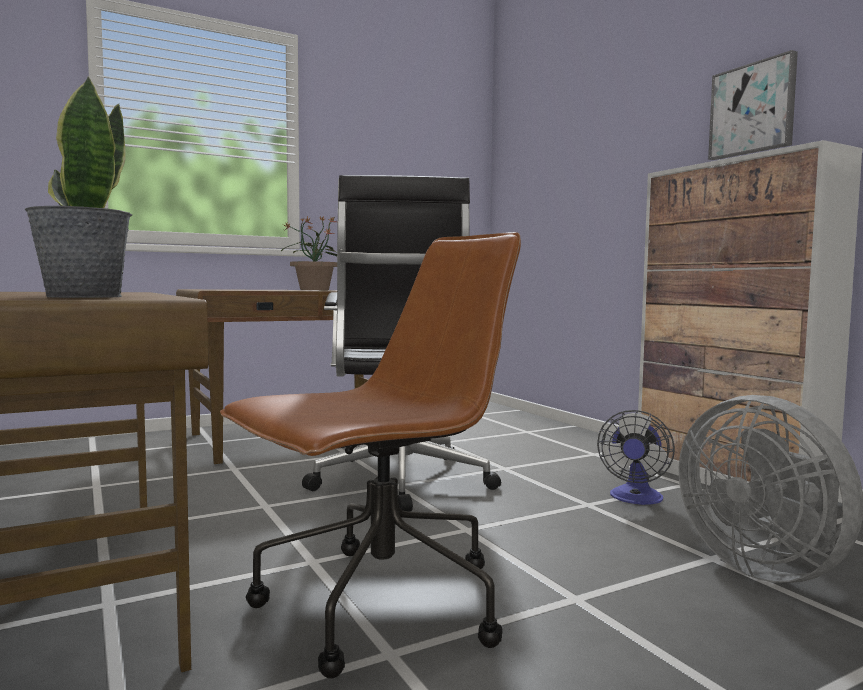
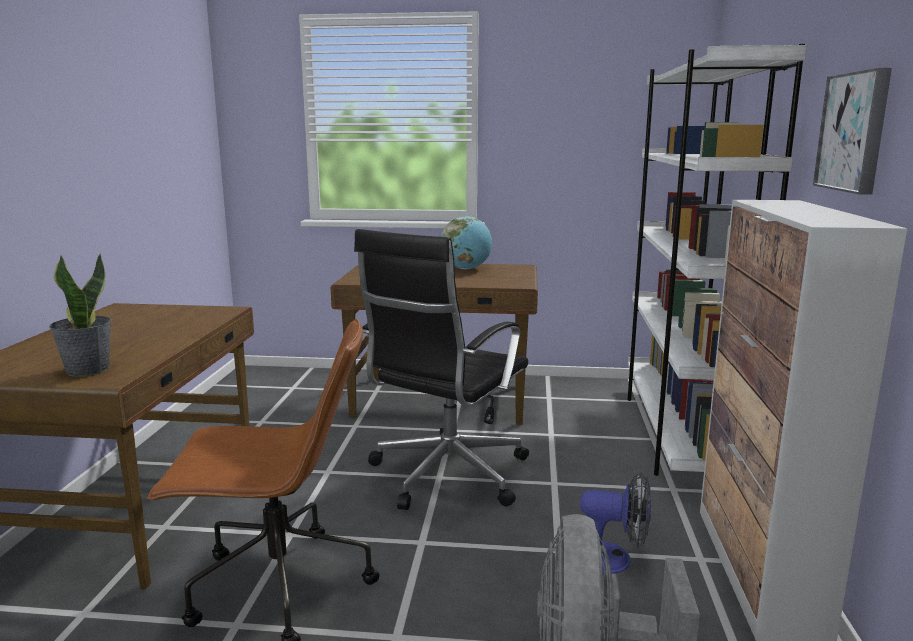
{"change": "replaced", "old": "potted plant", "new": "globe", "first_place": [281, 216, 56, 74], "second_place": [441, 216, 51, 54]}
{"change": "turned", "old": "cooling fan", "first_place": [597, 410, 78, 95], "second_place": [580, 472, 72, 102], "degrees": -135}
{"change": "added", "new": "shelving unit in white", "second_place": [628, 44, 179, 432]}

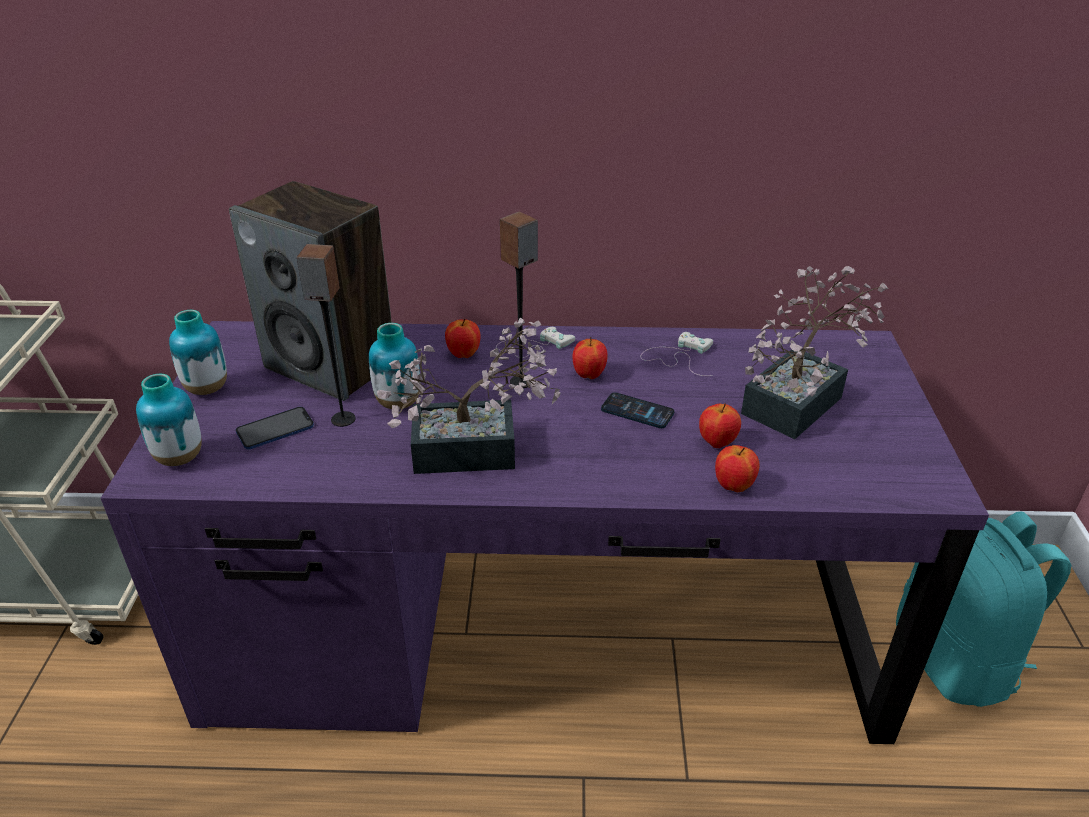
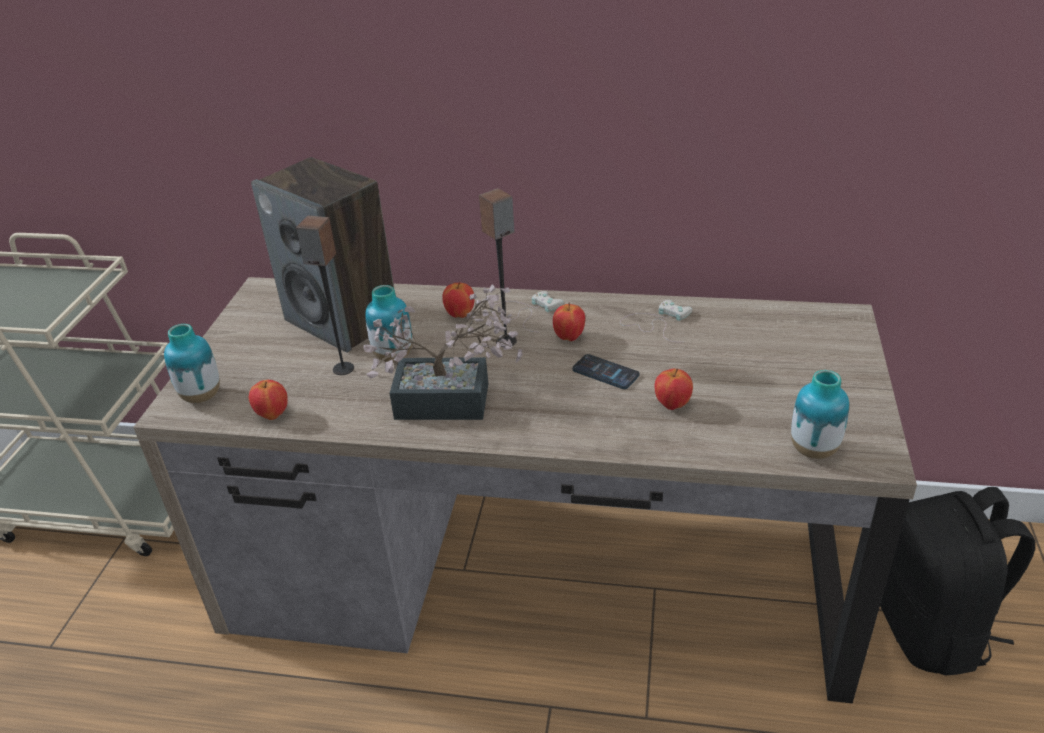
{"change": "removed", "old": "potted plant", "first_place": [741, 266, 147, 173]}
{"change": "moved", "old": "vase", "first_place": [169, 310, 58, 85], "second_place": [791, 370, 58, 89]}
{"change": "recoloured", "old": "desk table in purplish", "new": "desk table in brown", "first_place": [101, 321, 888, 423], "second_place": [133, 277, 784, 426]}
{"change": "removed", "old": "telephone", "first_place": [236, 407, 78, 42]}
{"change": "moved", "old": "apple fruit", "first_place": [715, 445, 45, 47], "second_place": [249, 380, 39, 40]}
{"change": "recoloured", "old": "backpack in blue-green", "new": "backpack in blackish", "first_place": [896, 511, 175, 196], "second_place": [880, 487, 155, 188]}

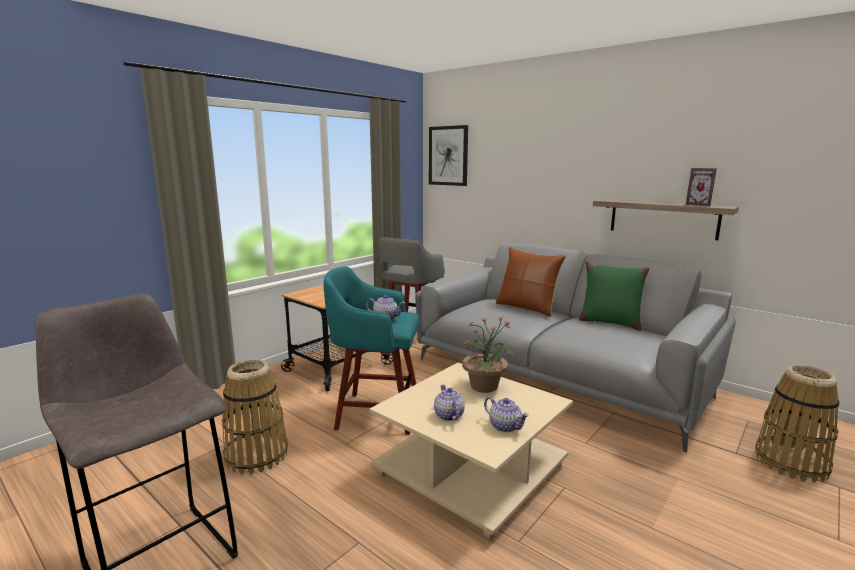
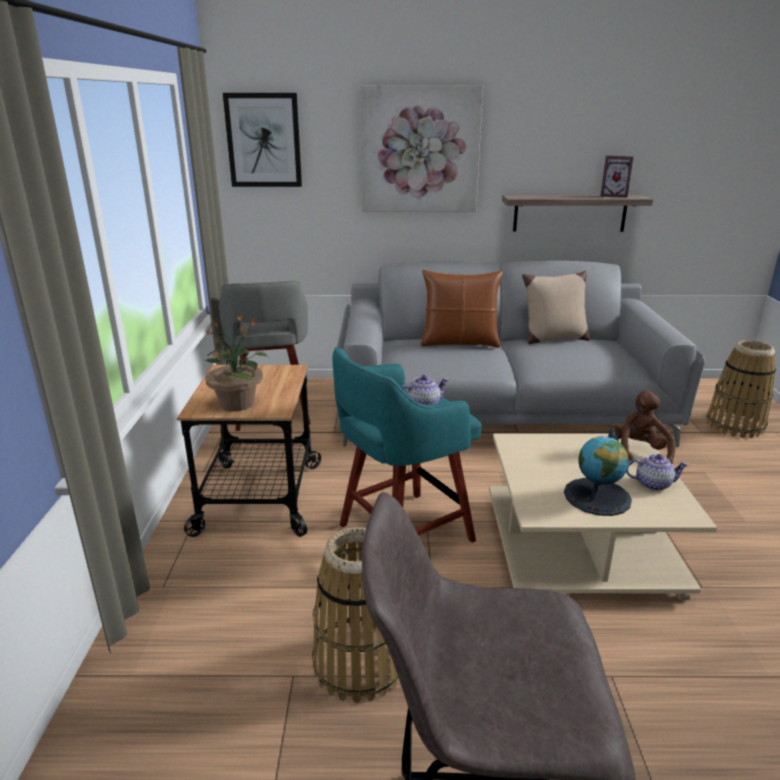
{"change": "recoloured", "old": "cushion in greenish", "new": "cushion in sand-coloured", "first_place": [579, 261, 70, 70], "second_place": [522, 271, 68, 73]}
{"change": "moved", "old": "potted plant", "first_place": [462, 317, 53, 76], "second_place": [205, 315, 65, 96]}
{"change": "replaced", "old": "tea pot", "new": "globe", "first_place": [434, 385, 31, 36], "second_place": [564, 428, 68, 88]}
{"change": "added", "new": "picture", "second_place": [360, 85, 123, 127]}
{"change": "added", "new": "cuddly toy in brown", "second_place": [611, 391, 64, 73]}

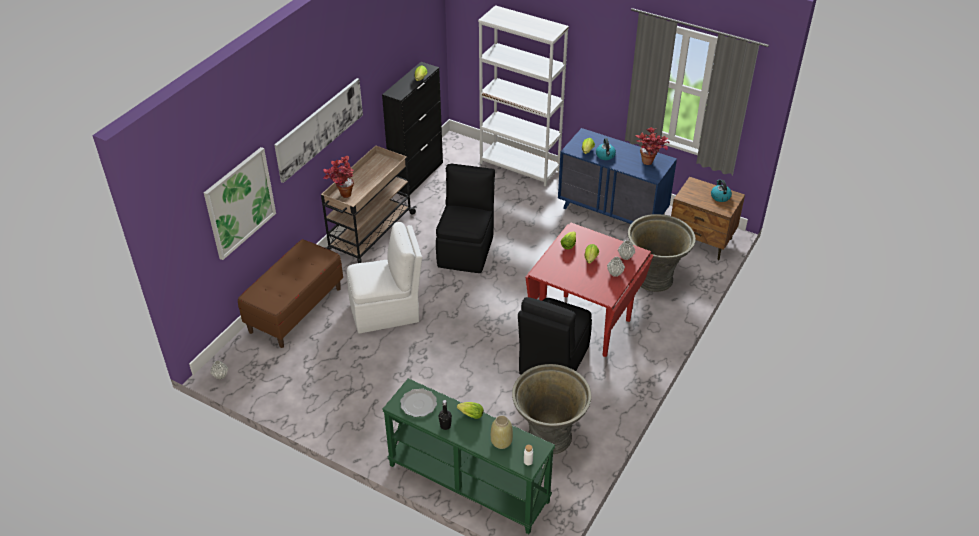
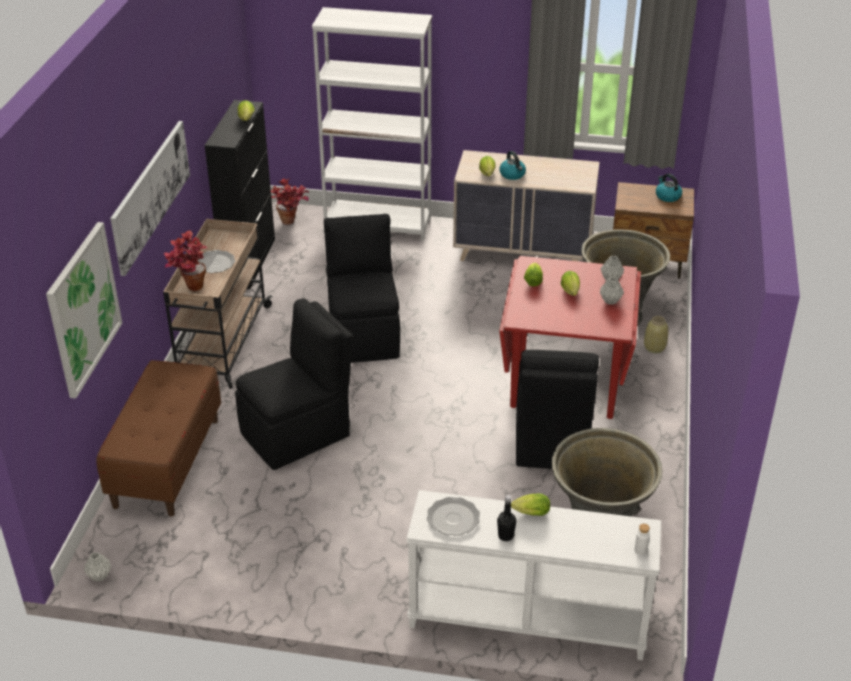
{"change": "moved", "old": "potted plant", "first_place": [636, 127, 33, 38], "second_place": [271, 178, 39, 47]}
{"change": "recoloured", "old": "dresser in blue", "new": "dresser in sand-coloured", "first_place": [558, 128, 119, 96], "second_place": [453, 150, 147, 111]}
{"change": "recoloured", "old": "chair in white", "new": "chair in blackish", "first_place": [347, 222, 75, 112], "second_place": [235, 298, 119, 172]}
{"change": "recoloured", "old": "console table in greenish", "new": "console table in white", "first_place": [382, 378, 173, 156], "second_place": [406, 490, 255, 170]}
{"change": "moved", "old": "vase in sand-coloured", "first_place": [491, 416, 22, 33], "second_place": [644, 316, 24, 37]}
{"change": "added", "new": "plate", "second_place": [198, 250, 37, 23]}

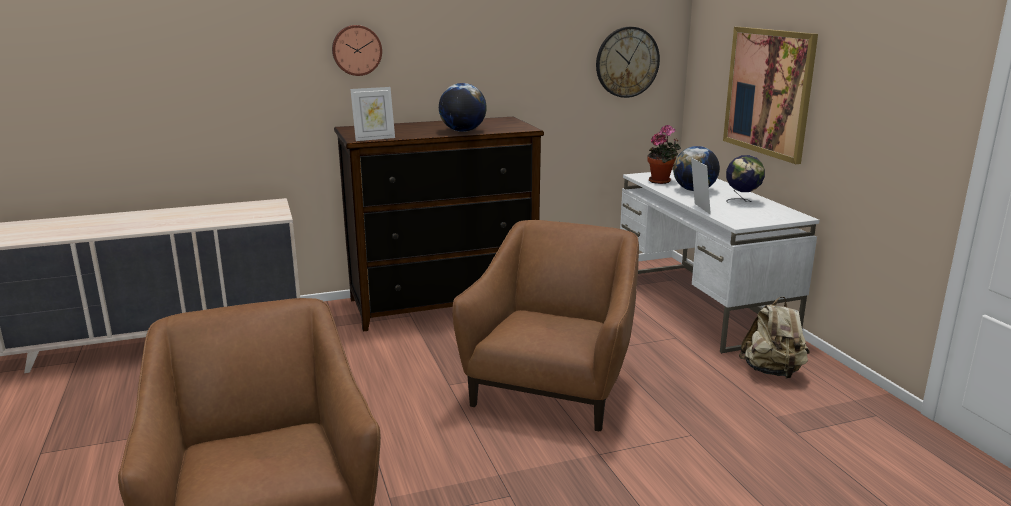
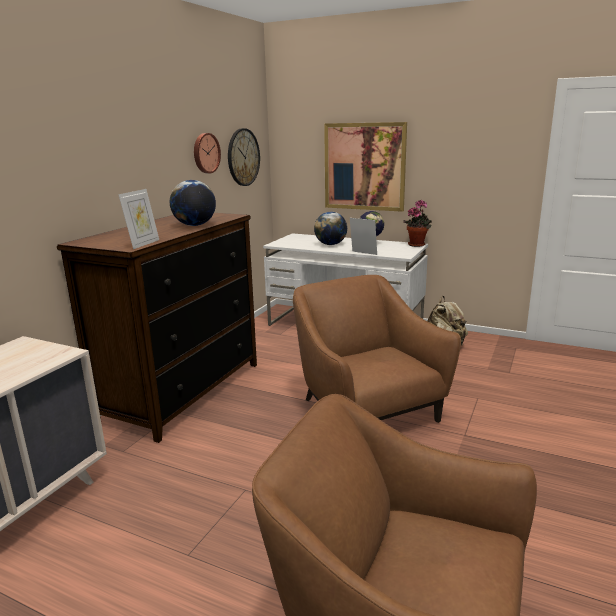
{"change": "moved", "old": "wall clock", "first_place": [332, 25, 50, 51], "second_place": [194, 133, 27, 40]}
{"change": "moved", "old": "potted plant", "first_place": [648, 125, 33, 59], "second_place": [403, 200, 29, 47]}

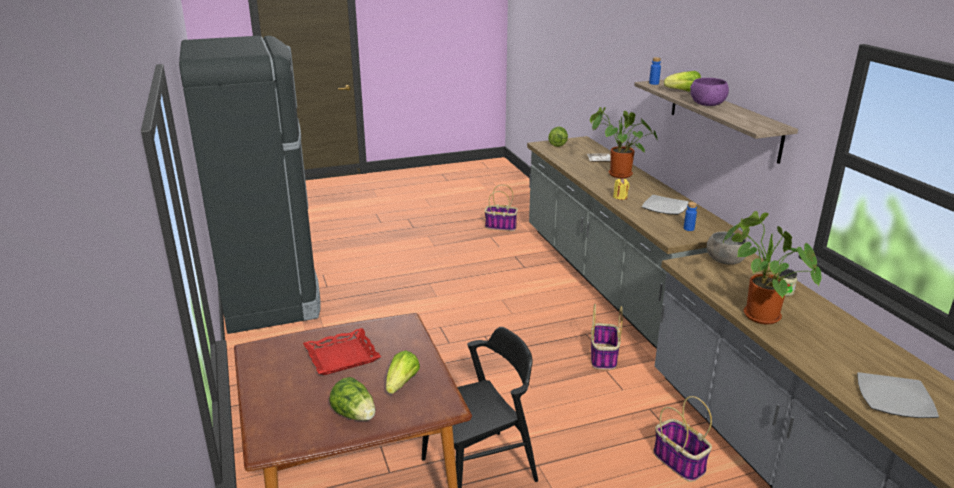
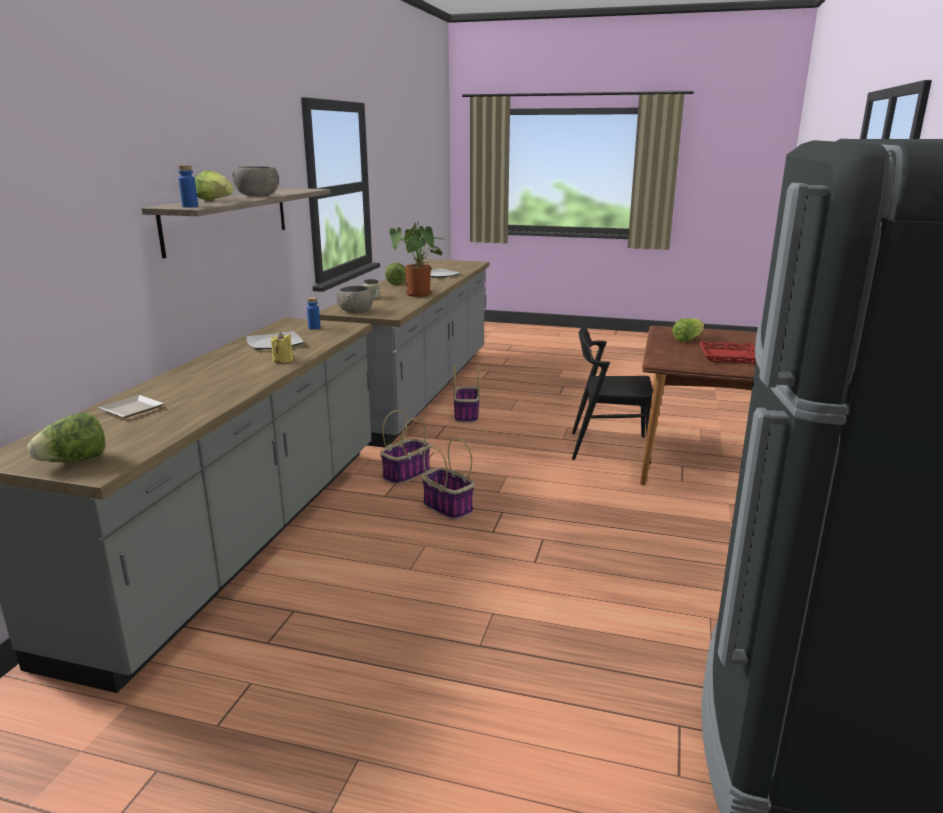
{"change": "recoloured", "old": "serving bowl in purplish", "new": "serving bowl in greyish", "first_place": [690, 78, 39, 28], "second_place": [232, 166, 47, 30]}
{"change": "removed", "old": "potted plant", "first_place": [590, 107, 68, 71]}
{"change": "moved", "old": "storage basket", "first_place": [485, 184, 33, 47], "second_place": [422, 438, 52, 82]}
{"change": "moved", "old": "head of lettuce", "first_place": [329, 377, 47, 44], "second_place": [385, 263, 21, 22]}

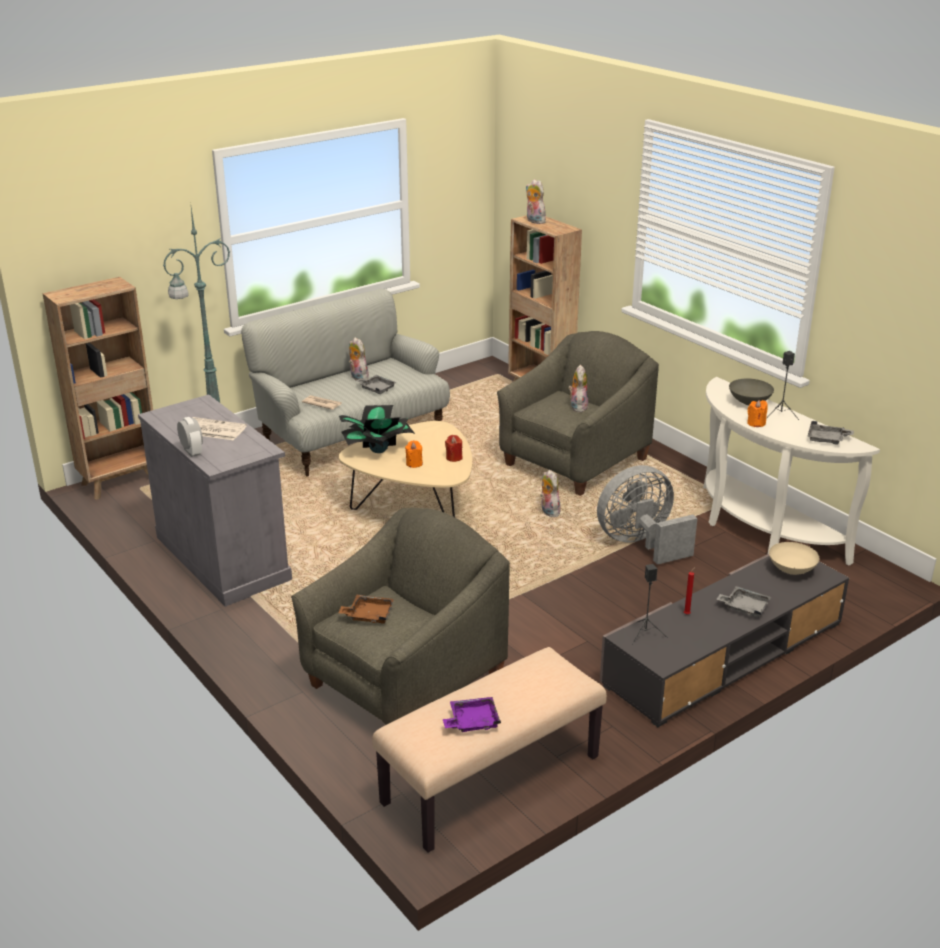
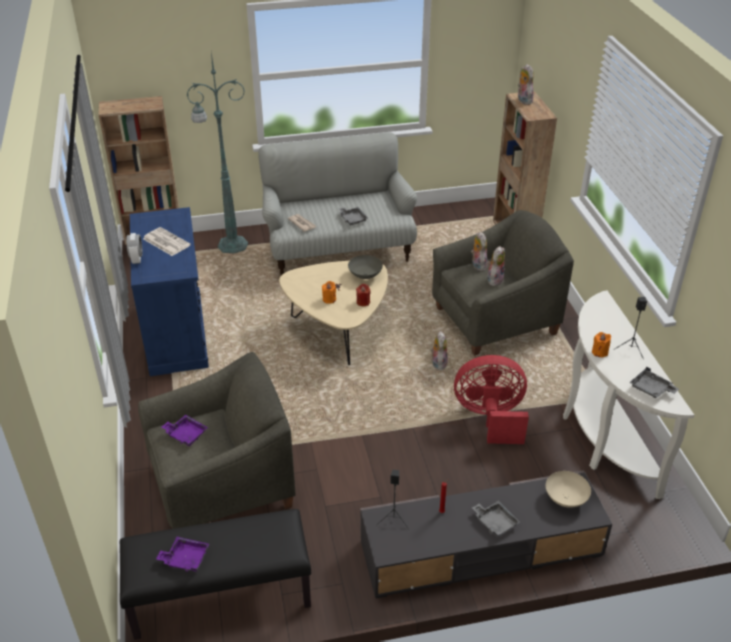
{"change": "moved", "old": "cuddly toy", "first_place": [349, 337, 20, 43], "second_place": [471, 232, 17, 39]}
{"change": "moved", "old": "serving bowl in greyish", "first_place": [729, 379, 45, 26], "second_place": [348, 255, 35, 24]}
{"change": "recoloured", "old": "storage cabinet in greyish", "new": "storage cabinet in blue", "first_place": [138, 394, 154, 213], "second_place": [130, 207, 79, 169]}
{"change": "removed", "old": "potted plant", "first_place": [339, 405, 76, 48]}
{"change": "recoloured", "old": "cooling fan in greyish", "new": "cooling fan in red-coloured", "first_place": [597, 465, 100, 100], "second_place": [454, 355, 75, 89]}
{"change": "recoloured", "old": "serving tray in brown", "new": "serving tray in purplish", "first_place": [338, 595, 56, 29], "second_place": [162, 415, 46, 31]}
{"change": "recoloured", "old": "indoor bench in sand-coloured", "new": "indoor bench in blackish", "first_place": [372, 647, 235, 206], "second_place": [120, 509, 191, 131]}

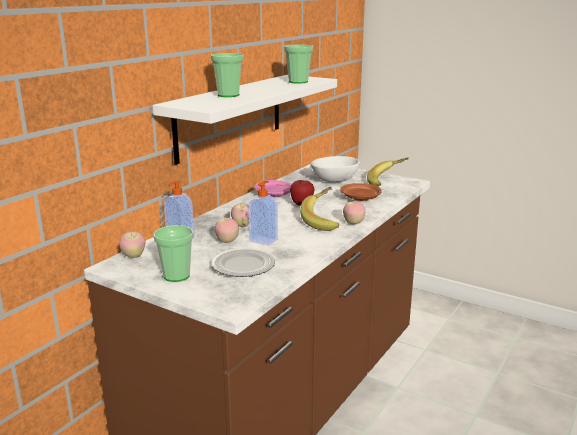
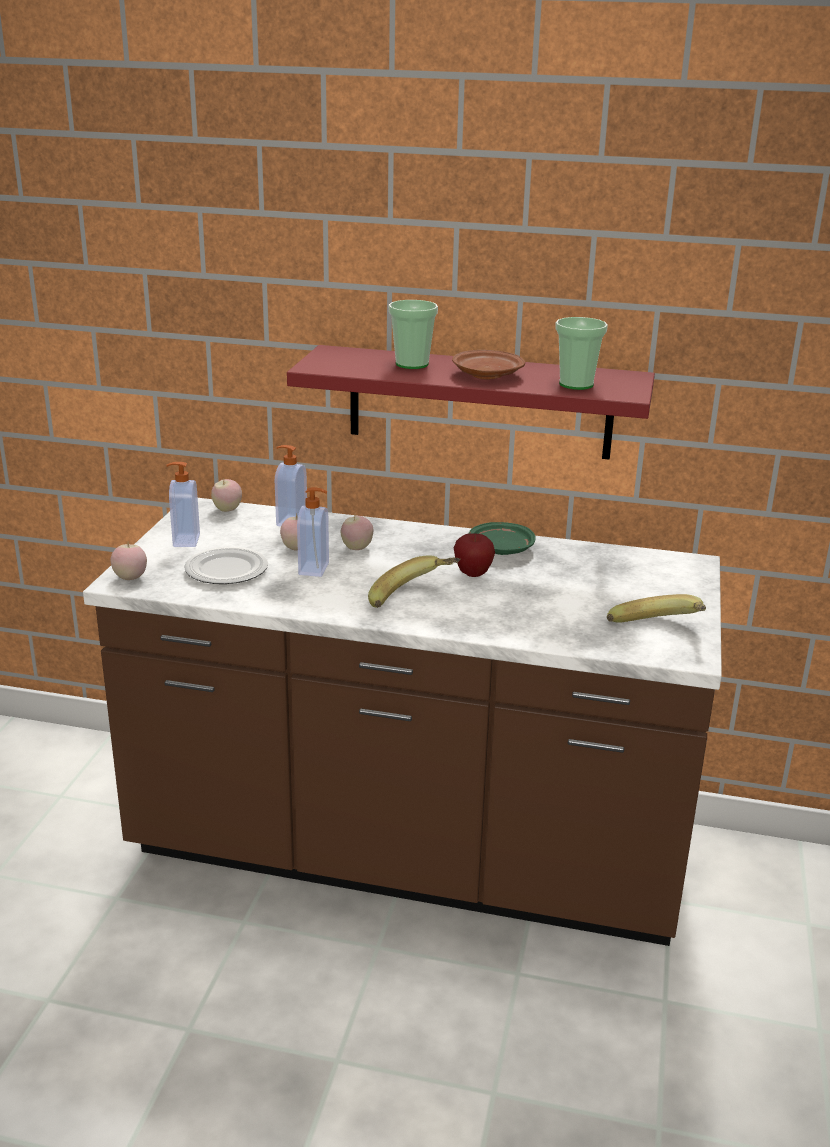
{"change": "recoloured", "old": "wall shelf in white", "new": "wall shelf in red-coloured", "first_place": [153, 75, 184, 90], "second_place": [287, 345, 368, 115]}
{"change": "removed", "old": "serving bowl in white", "first_place": [311, 156, 49, 27]}
{"change": "recoloured", "old": "plate in pink-coloured", "new": "plate in greenish", "first_place": [254, 180, 38, 17], "second_place": [469, 522, 67, 33]}
{"change": "moved", "old": "plate in brown", "first_place": [340, 183, 42, 18], "second_place": [452, 350, 73, 30]}
{"change": "moved", "old": "apple fruit", "first_place": [343, 199, 23, 25], "second_place": [110, 543, 37, 37]}
{"change": "replaced", "old": "drinking cup", "new": "liquid soap bottle", "first_place": [153, 225, 41, 57], "second_place": [166, 462, 34, 85]}

